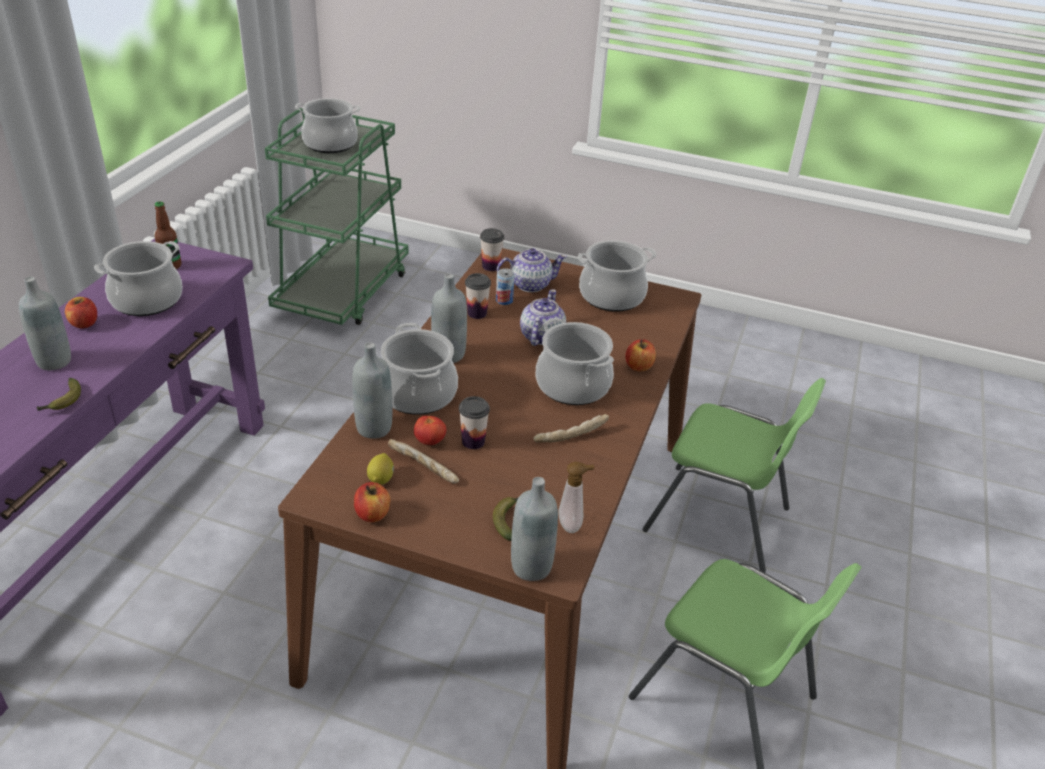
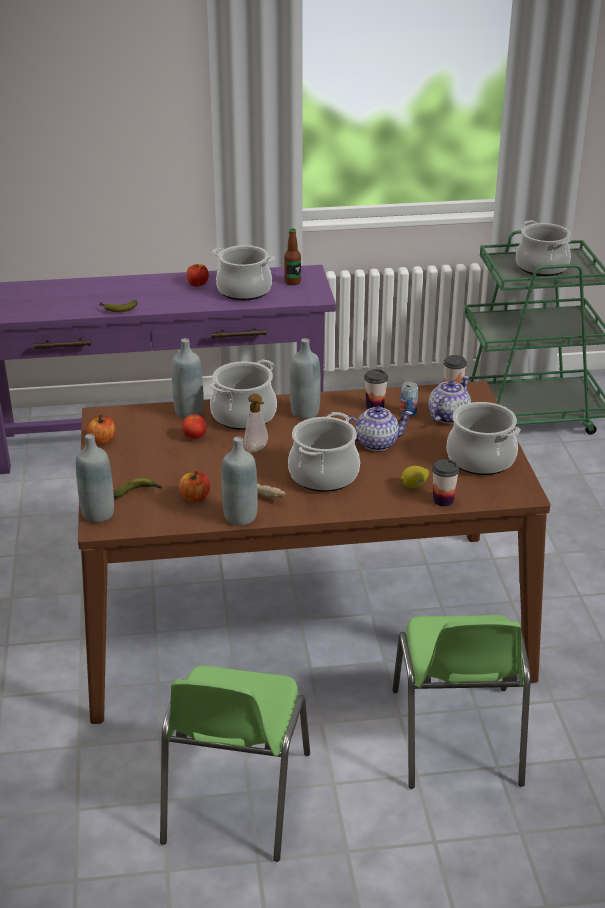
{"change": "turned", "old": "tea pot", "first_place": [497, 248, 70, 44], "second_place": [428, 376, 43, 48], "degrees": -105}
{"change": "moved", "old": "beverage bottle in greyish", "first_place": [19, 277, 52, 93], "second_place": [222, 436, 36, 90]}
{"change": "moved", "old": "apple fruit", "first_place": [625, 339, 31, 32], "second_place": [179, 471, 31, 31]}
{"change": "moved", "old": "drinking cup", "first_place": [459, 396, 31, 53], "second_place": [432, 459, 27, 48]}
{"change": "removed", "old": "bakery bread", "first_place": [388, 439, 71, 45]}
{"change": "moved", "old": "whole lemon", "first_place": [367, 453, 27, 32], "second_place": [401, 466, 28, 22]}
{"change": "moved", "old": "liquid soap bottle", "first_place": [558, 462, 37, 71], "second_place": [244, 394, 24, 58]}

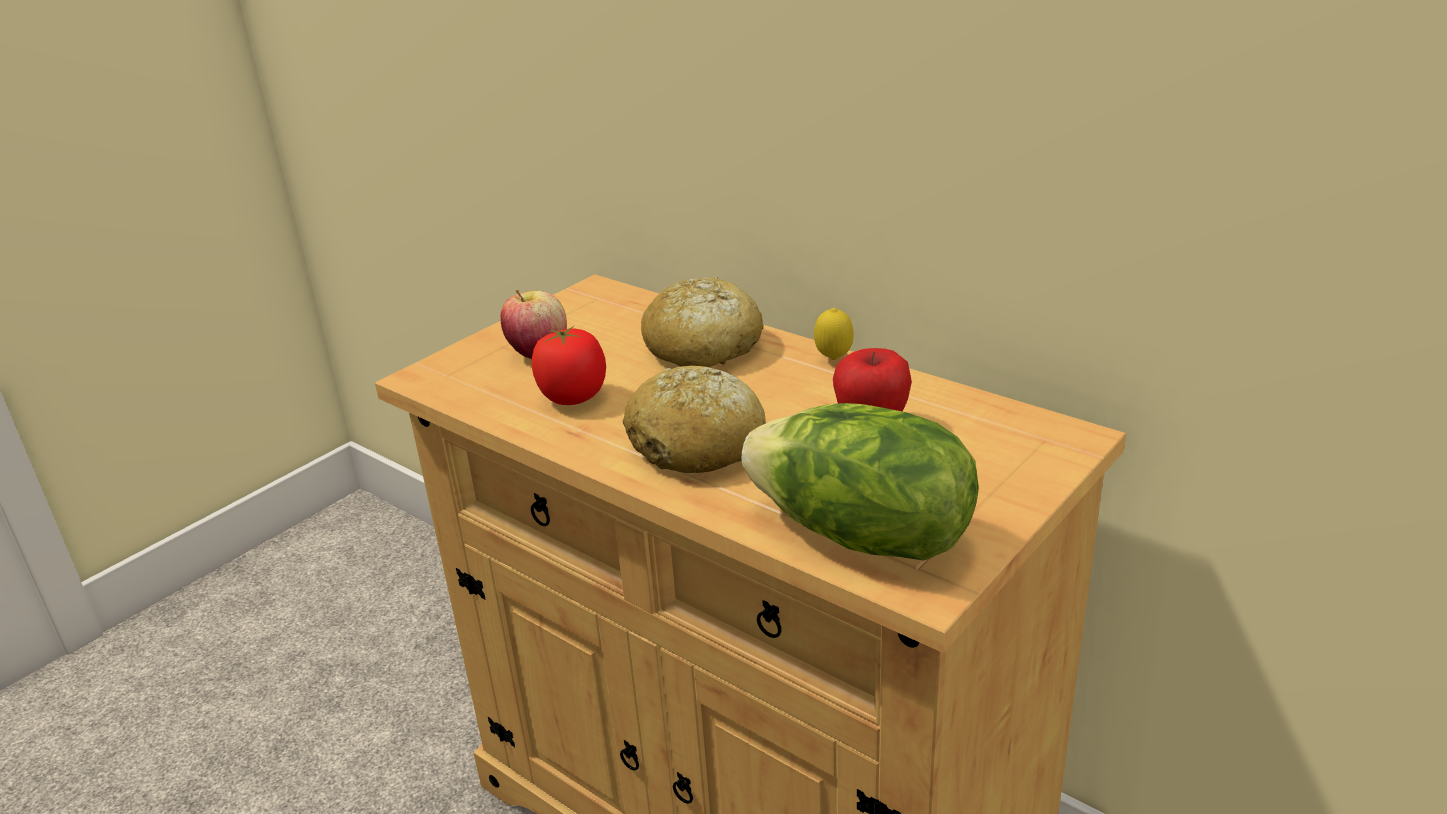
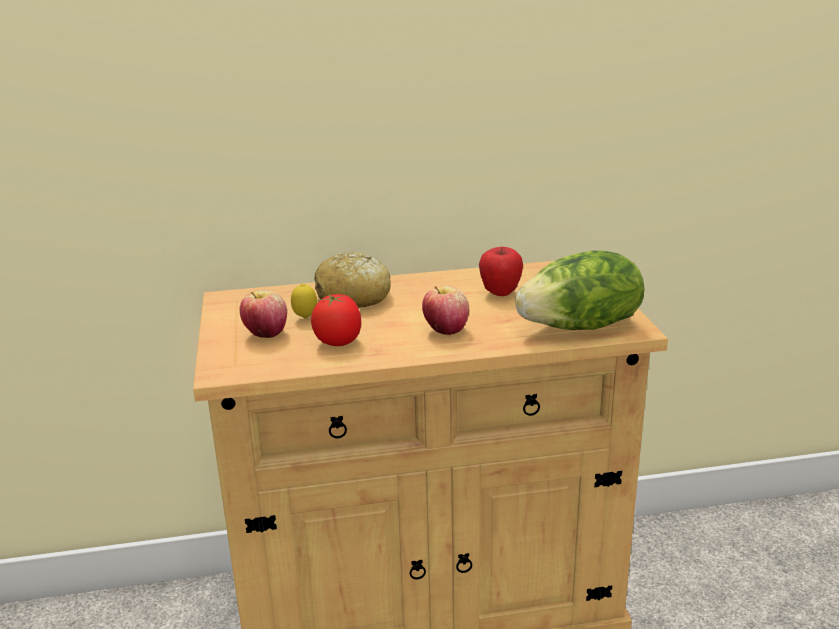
{"change": "moved", "old": "whole lemon", "first_place": [814, 308, 40, 52], "second_place": [291, 283, 27, 36]}
{"change": "replaced", "old": "bakery bread", "new": "apple fruit", "first_place": [623, 366, 143, 107], "second_place": [422, 286, 47, 49]}

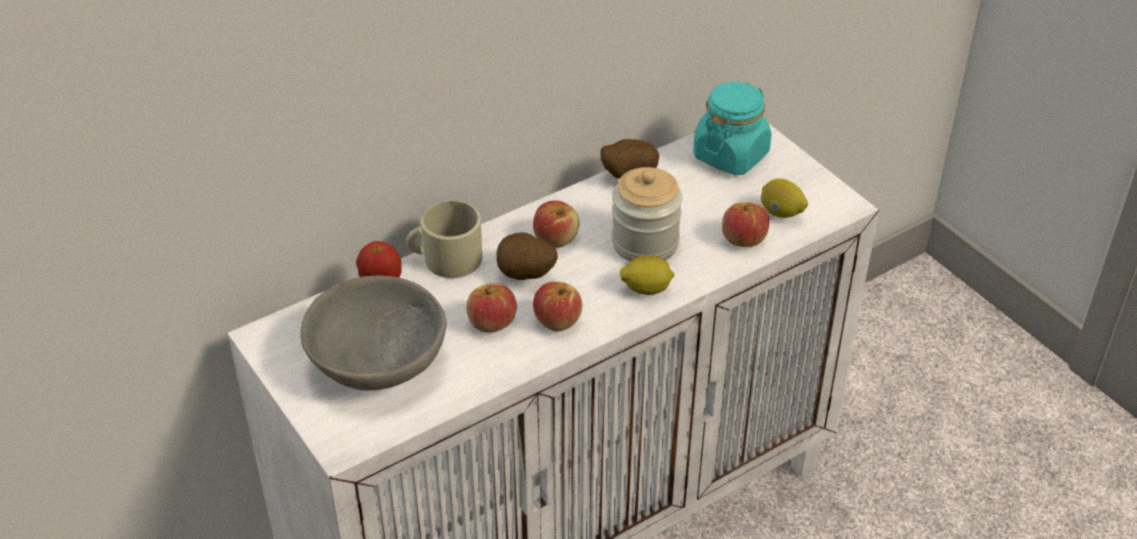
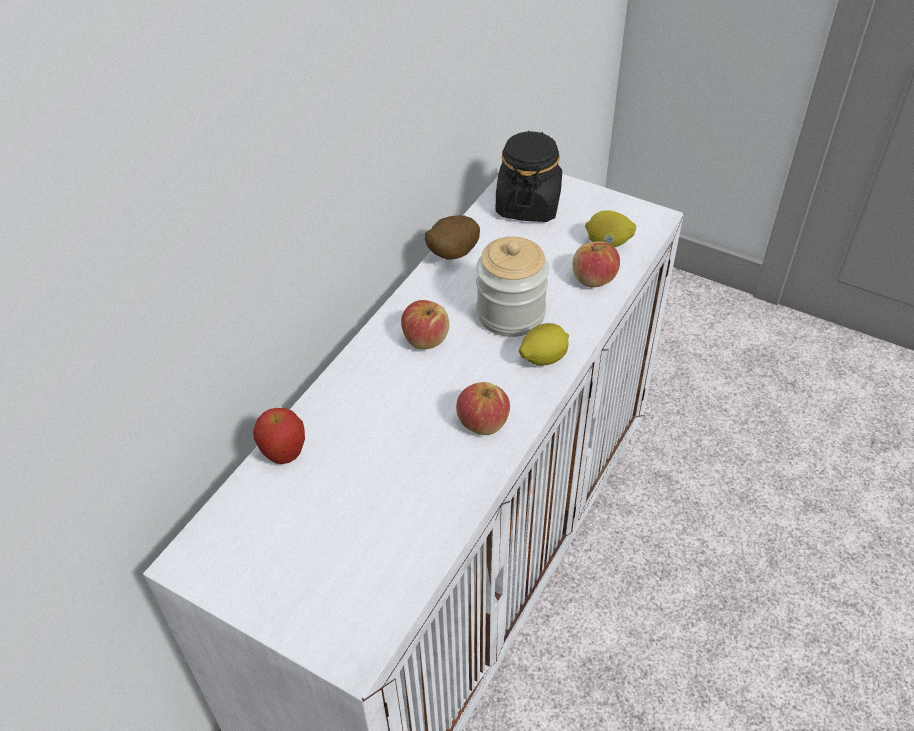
{"change": "recoloured", "old": "jar in blue-green", "new": "jar in blackish", "first_place": [693, 82, 78, 93], "second_place": [496, 131, 66, 91]}
{"change": "removed", "old": "coffee mug in sand-coloured", "first_place": [406, 201, 76, 77]}
{"change": "removed", "old": "whole potato", "first_place": [496, 232, 62, 48]}
{"change": "removed", "old": "serving bowl in greyish", "first_place": [300, 275, 146, 116]}
{"change": "removed", "old": "apple fruit", "first_place": [466, 283, 51, 50]}

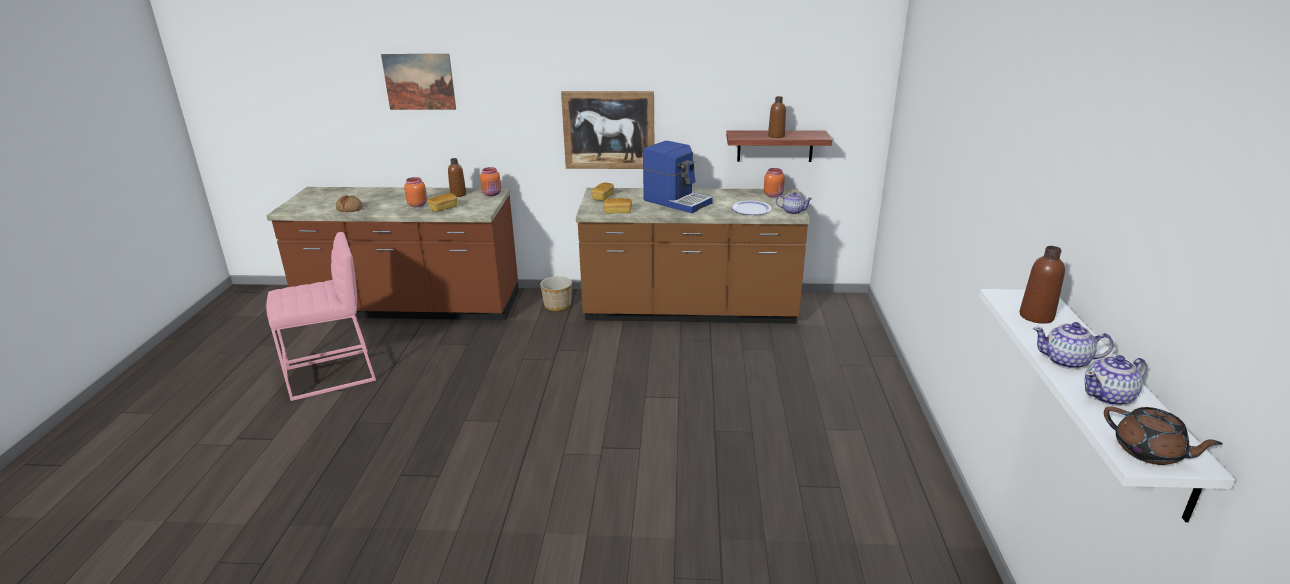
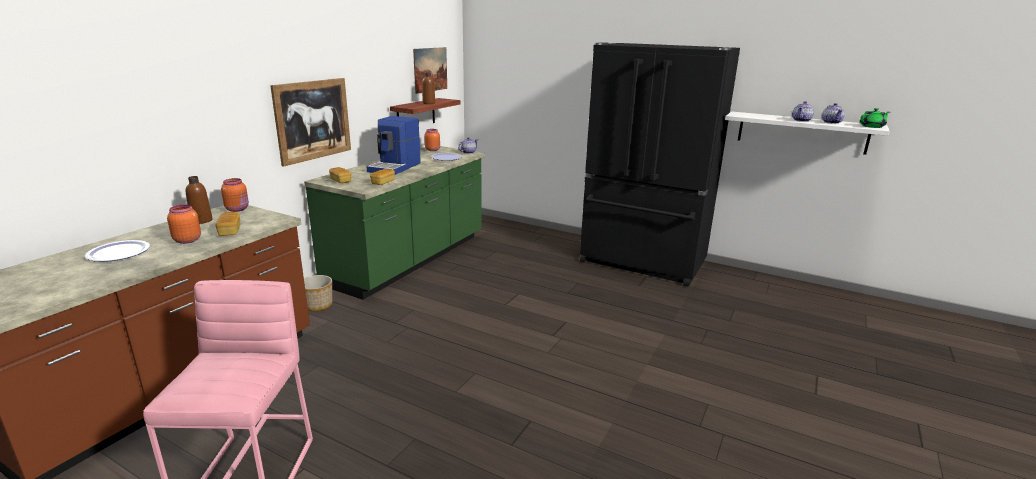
{"change": "moved", "old": "picture", "first_place": [381, 54, 75, 56], "second_place": [413, 47, 34, 47]}
{"change": "turned", "old": "coffee maker", "first_place": [643, 141, 70, 72], "second_place": [366, 116, 55, 59], "degrees": 135}
{"change": "recoloured", "old": "kitchen base unit in brown", "new": "kitchen base unit in greenish", "first_place": [576, 188, 234, 136], "second_place": [304, 146, 181, 154]}
{"change": "removed", "old": "bakery bread", "first_place": [336, 195, 26, 17]}
{"change": "removed", "old": "beverage bottle in brown", "first_place": [1020, 246, 45, 78]}
{"change": "recoloured", "old": "tea pot in brown", "new": "tea pot in greenish", "first_place": [1104, 406, 119, 59], "second_place": [860, 108, 30, 20]}
{"change": "added", "new": "kitchen fridge in blackish", "second_place": [580, 42, 160, 245]}
{"change": "added", "new": "plate", "second_place": [85, 240, 65, 22]}

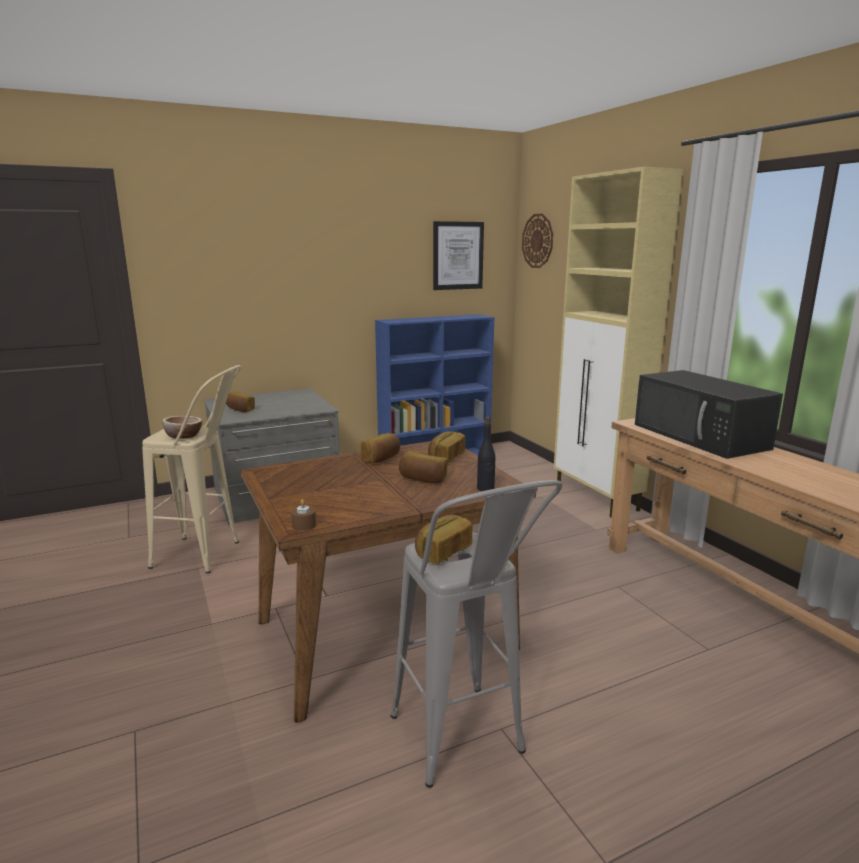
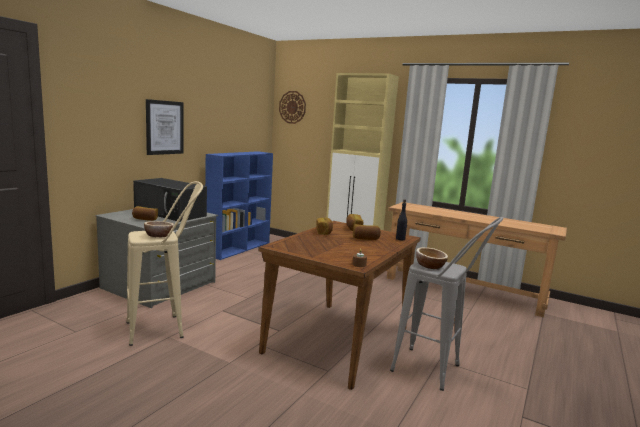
{"change": "moved", "old": "picture", "first_place": [433, 221, 51, 69], "second_place": [146, 99, 38, 56]}
{"change": "moved", "old": "kitchen microwave in blackish", "first_place": [635, 370, 148, 89], "second_place": [133, 178, 74, 44]}
{"change": "replaced", "old": "bakery bread", "new": "serving bowl", "first_place": [415, 514, 57, 50], "second_place": [416, 247, 32, 22]}

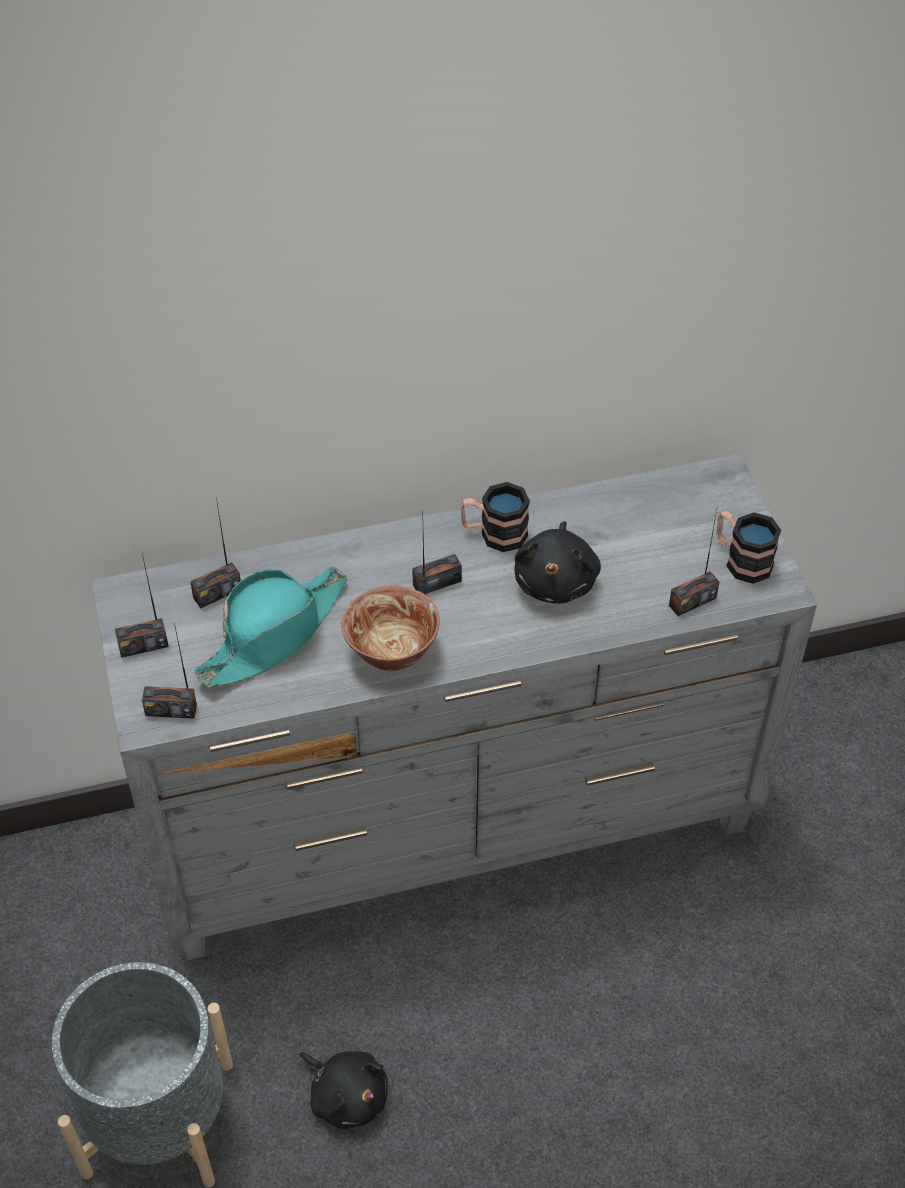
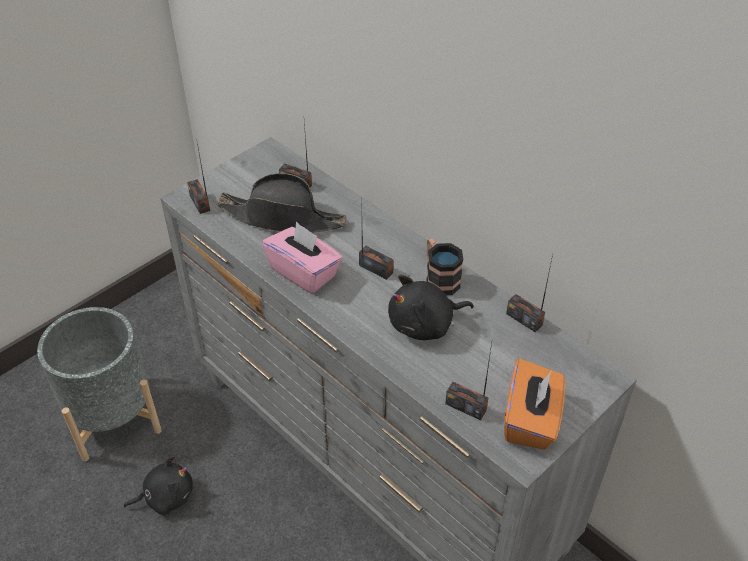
{"change": "replaced", "old": "coffee mug", "new": "tissue holder in orangey", "first_place": [716, 511, 65, 73], "second_place": [504, 359, 61, 91]}
{"change": "moved", "old": "radio set", "first_place": [115, 554, 54, 104], "second_place": [506, 254, 47, 78]}
{"change": "recoloured", "old": "clothing hat in blue-green", "new": "clothing hat in blackish", "first_place": [194, 566, 154, 121], "second_place": [217, 173, 130, 60]}
{"change": "replaced", "old": "serving bowl", "new": "tissue holder in pink-coloured", "first_place": [341, 586, 99, 85], "second_place": [262, 221, 80, 73]}
{"change": "turned", "old": "cuddly toy in blackish", "first_place": [299, 1051, 89, 78], "second_place": [124, 456, 69, 59], "degrees": -120}

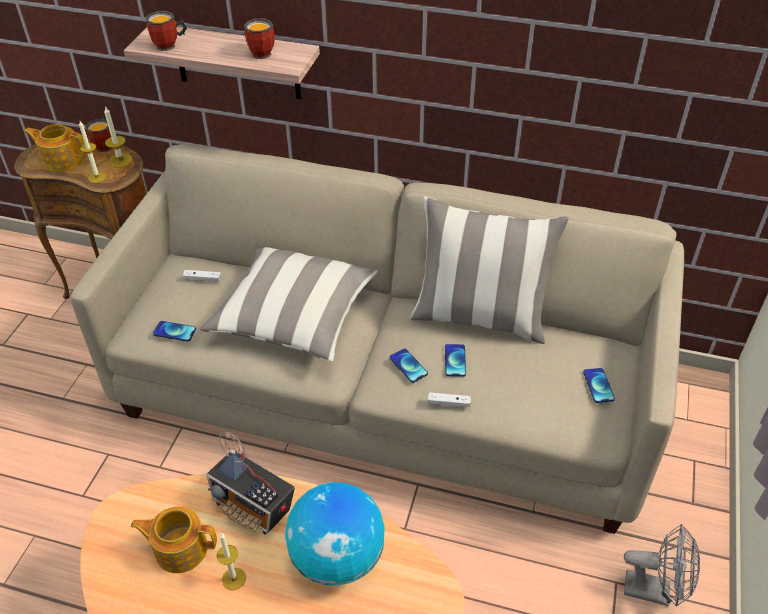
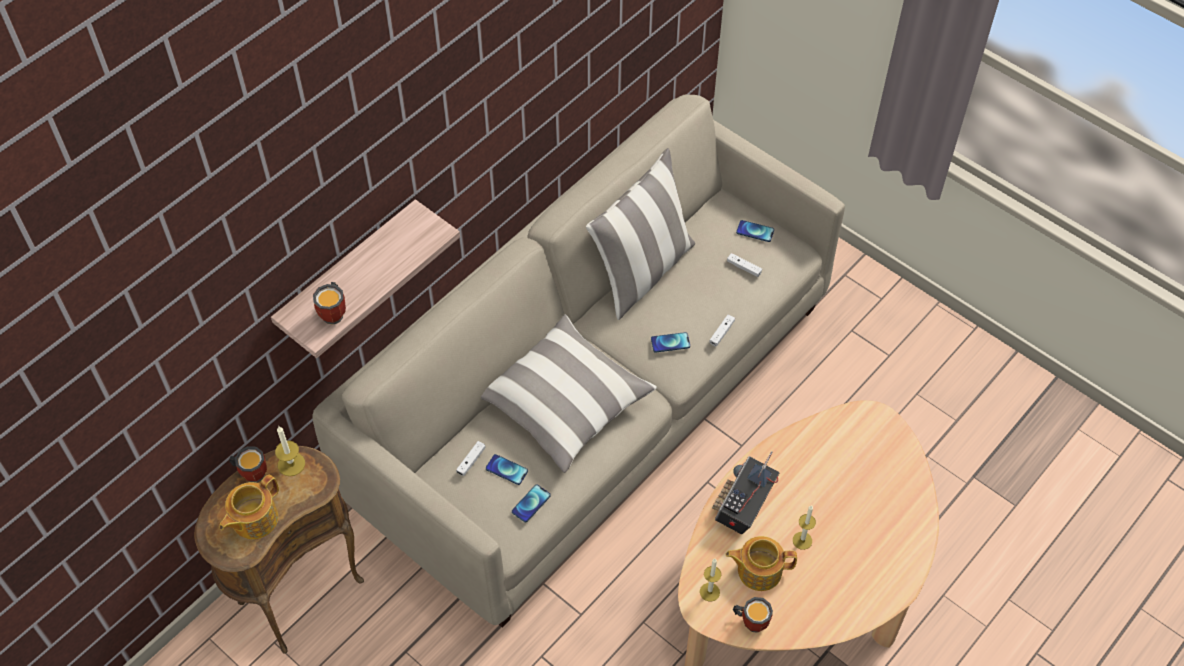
{"change": "moved", "old": "coffee mug", "first_place": [244, 18, 31, 41], "second_place": [733, 597, 40, 36]}
{"change": "moved", "old": "wax light", "first_place": [79, 121, 27, 62], "second_place": [700, 559, 21, 42]}
{"change": "moved", "old": "telephone", "first_place": [445, 344, 21, 33], "second_place": [486, 454, 42, 31]}
{"change": "turned", "old": "radio set", "first_place": [206, 432, 89, 102], "second_place": [712, 451, 67, 83], "degrees": 150}
{"change": "removed", "old": "globe", "first_place": [285, 482, 100, 104]}
{"change": "turned", "old": "tea pot", "first_place": [131, 506, 86, 67], "second_place": [726, 536, 71, 55], "degrees": 60}
{"change": "removed", "old": "cooling fan in greyish", "first_place": [624, 524, 76, 83]}
{"change": "added", "new": "joypad in white", "second_place": [727, 253, 35, 24]}

